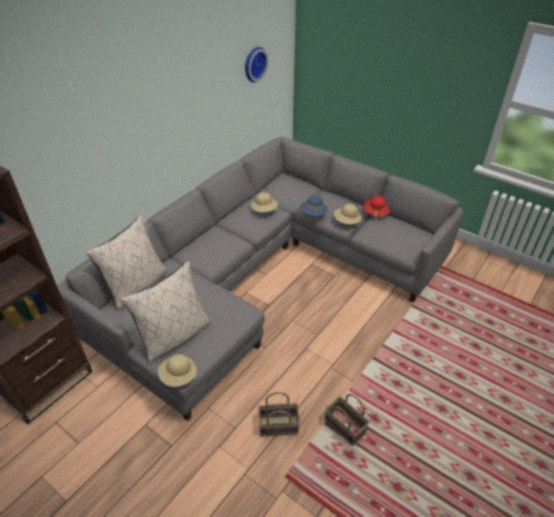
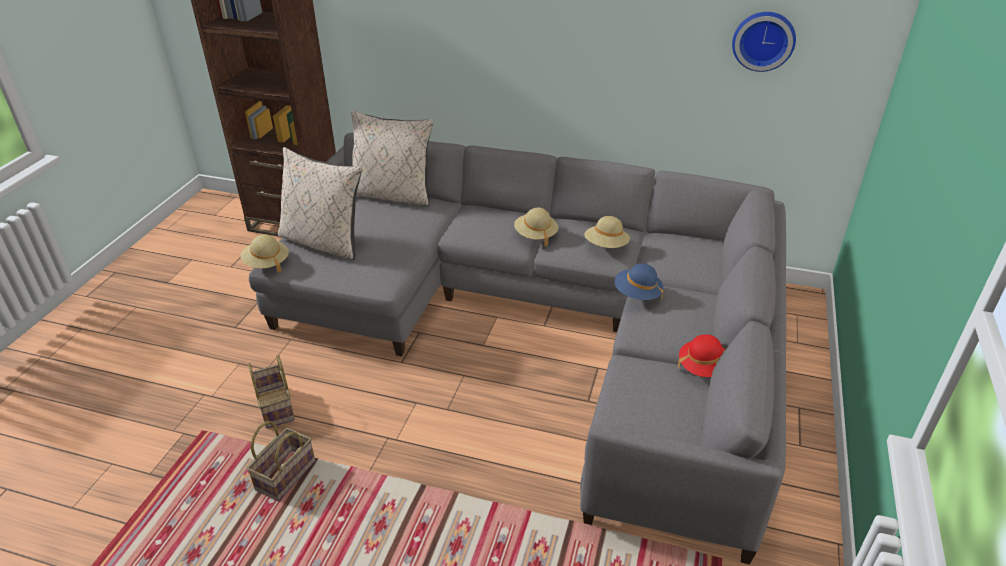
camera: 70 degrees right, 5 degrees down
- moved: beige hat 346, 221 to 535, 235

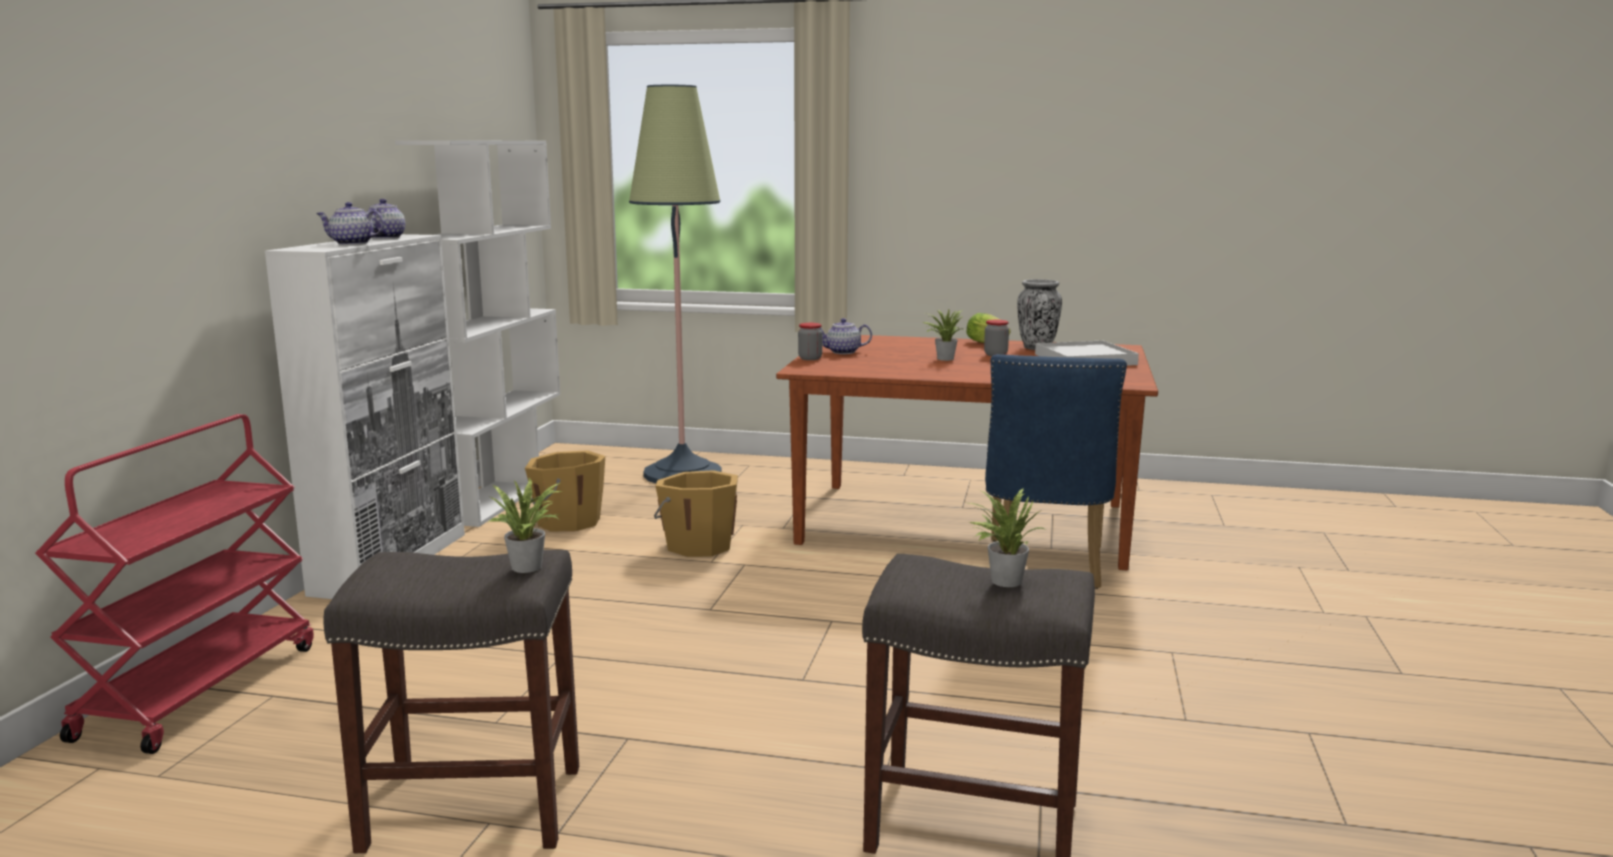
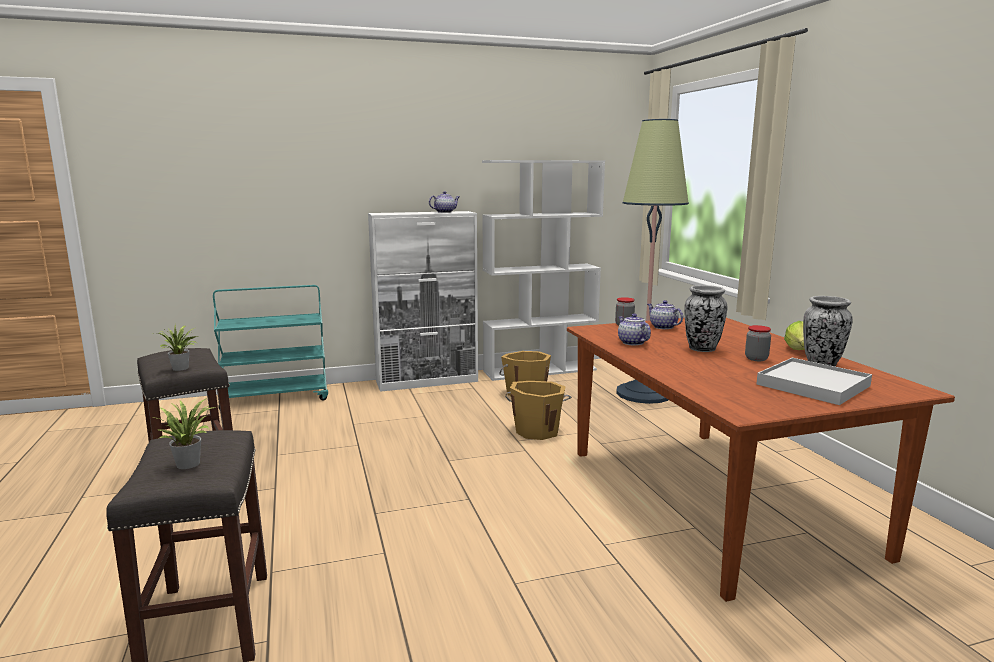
camera: 60 degrees right, 0 degrees up
- recoloured: red cart 199, 690 to turquoise cart 276, 398
- moved: teapot 351, 243 to 632, 342
- replaced: potted plant 943, 358 to vase 702, 349
- removed: blue chair 1044, 568

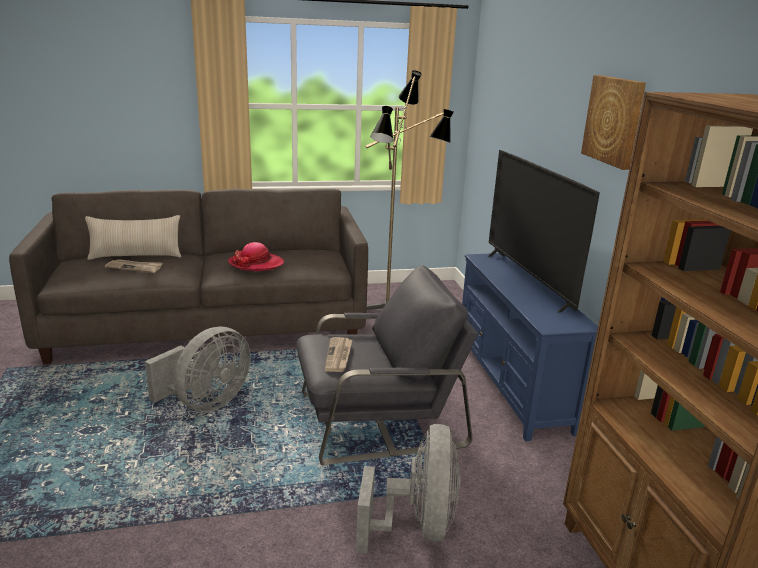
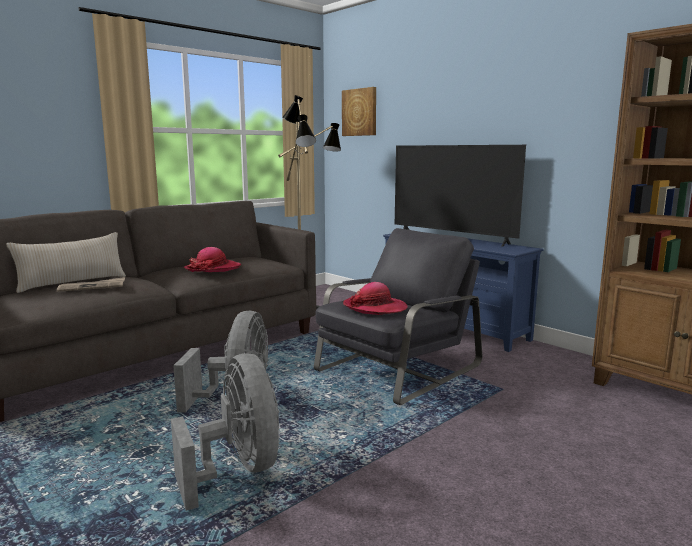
camera: 30 degrees left, 10 degrees down
- moved: grey fan 417, 526 to 238, 469
- moved: picture 614, 120 to 359, 112
- replaced: newspaper 339, 356 to hat 375, 308

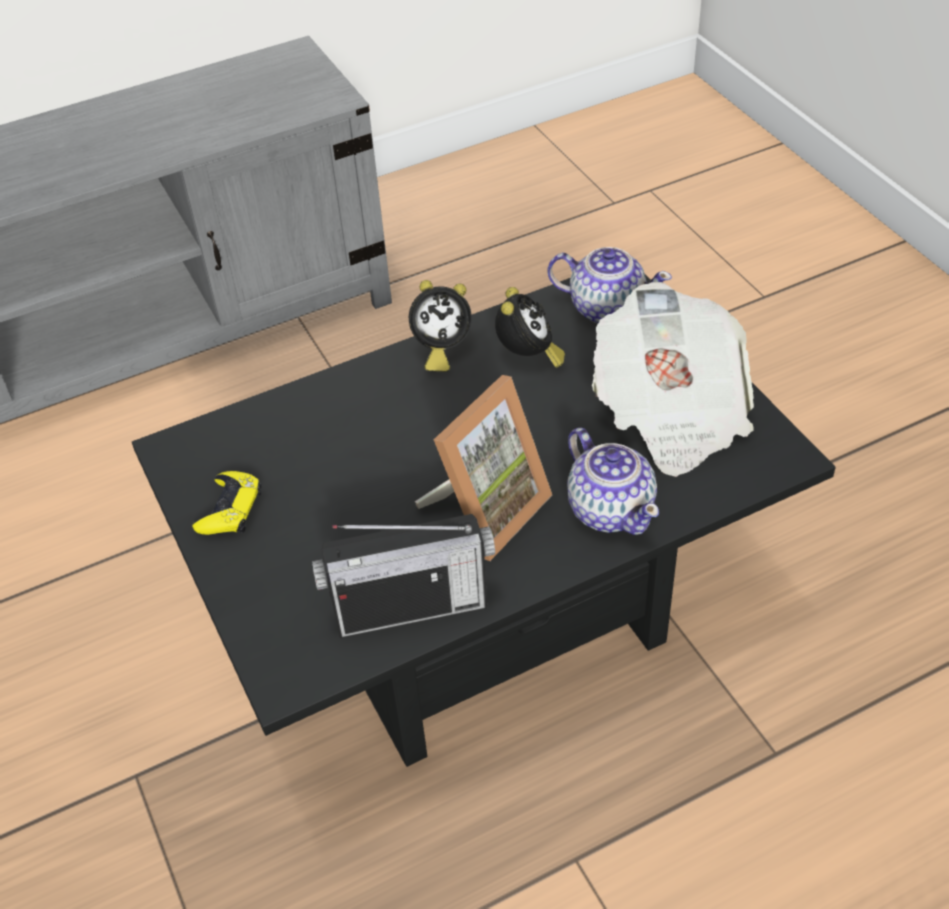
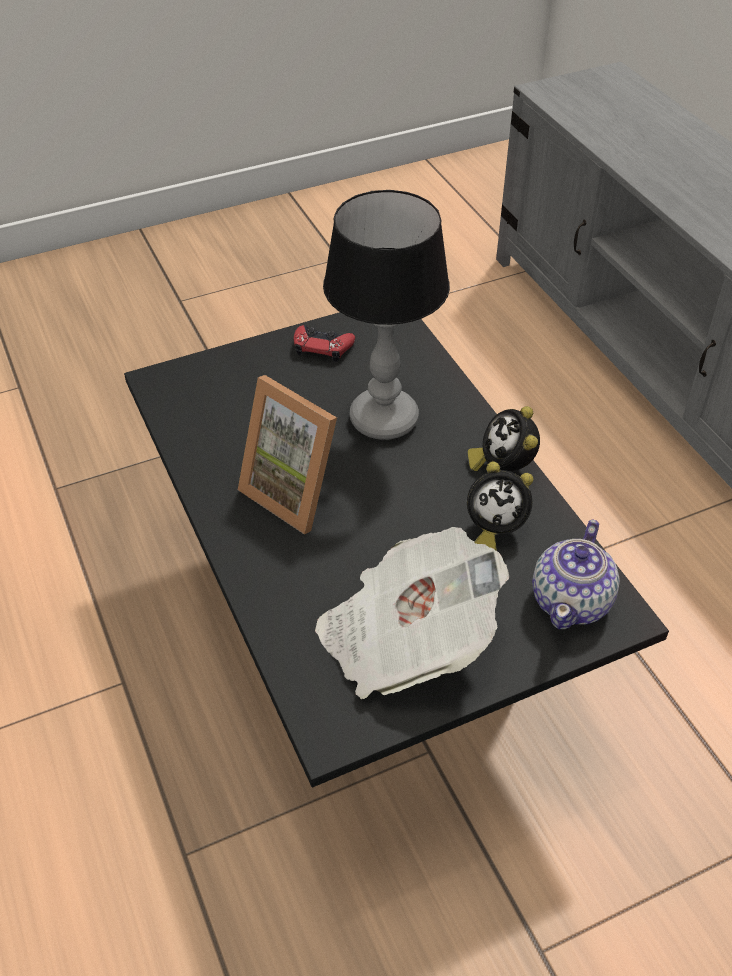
camera: 90 degrees right, 0 degrees up
- recoloured: yellow game controller 230, 509 to red game controller 322, 347
- added: table lamp 385, 420
- removed: radio 410, 608
- removed: teapot 610, 509

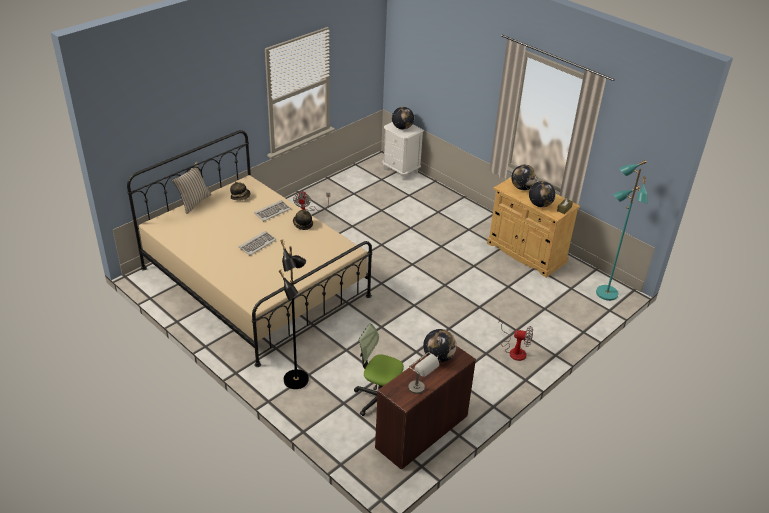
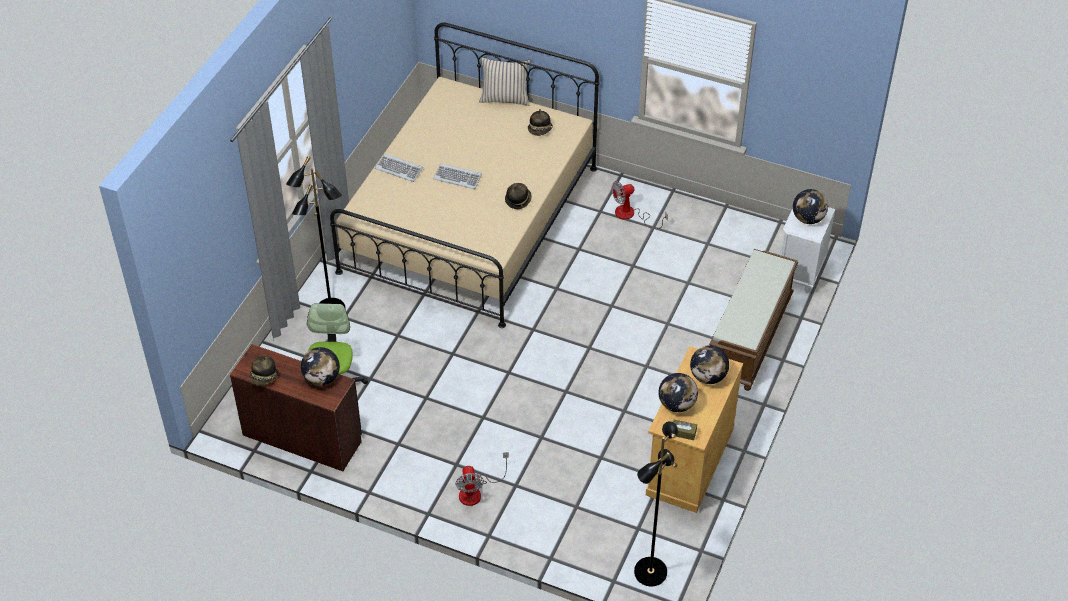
camera: 70 degrees right, 10 degrees up
- replaced: grey table lamp 421, 390 to hat 264, 378
- moved: keyboard 272, 211 to 399, 169
- recoloured: turquoise floor lamp 606, 293 to black floor lamp 649, 571
- added: brown bench 750, 338

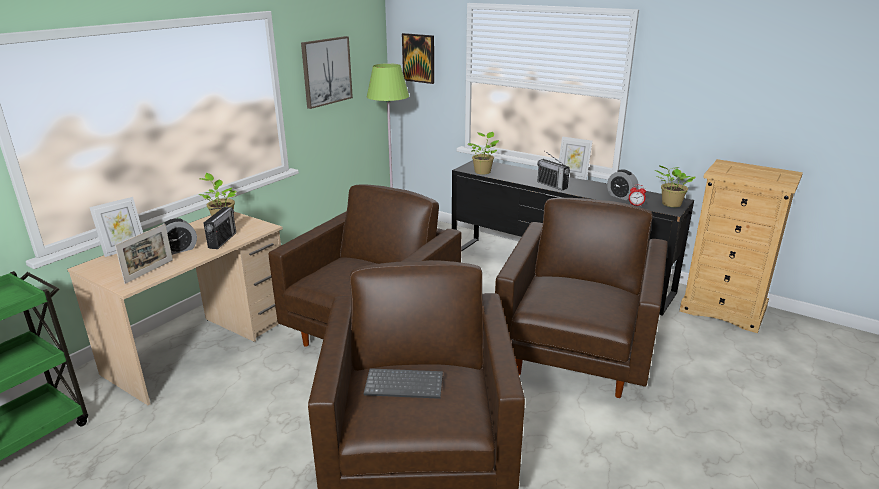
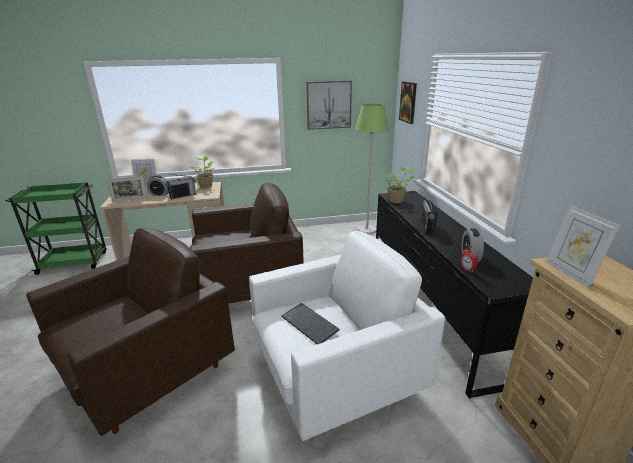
camera: 45 degrees right, 0 degrees up
- recoloured: brown armchair 576, 354 to white armchair 336, 379
- moved: keyboard 405, 384 to 310, 324
- moved: picture frame 572, 176 to 570, 273
- removed: potted plant 670, 204

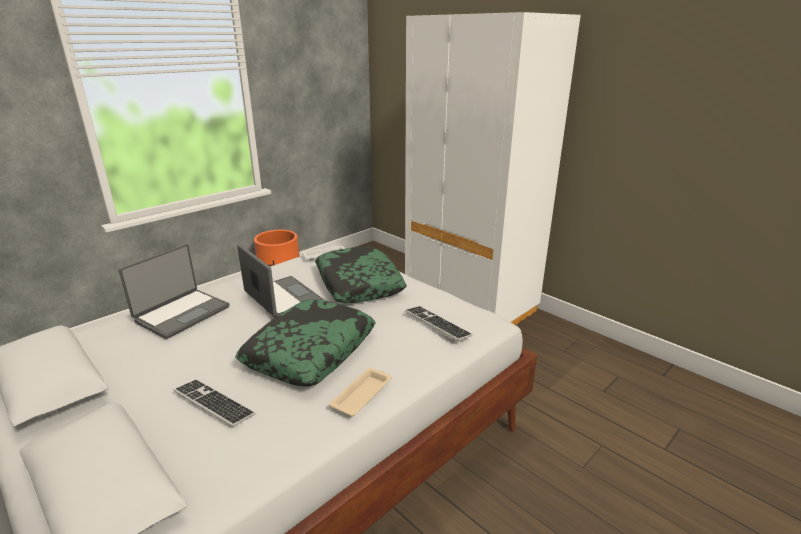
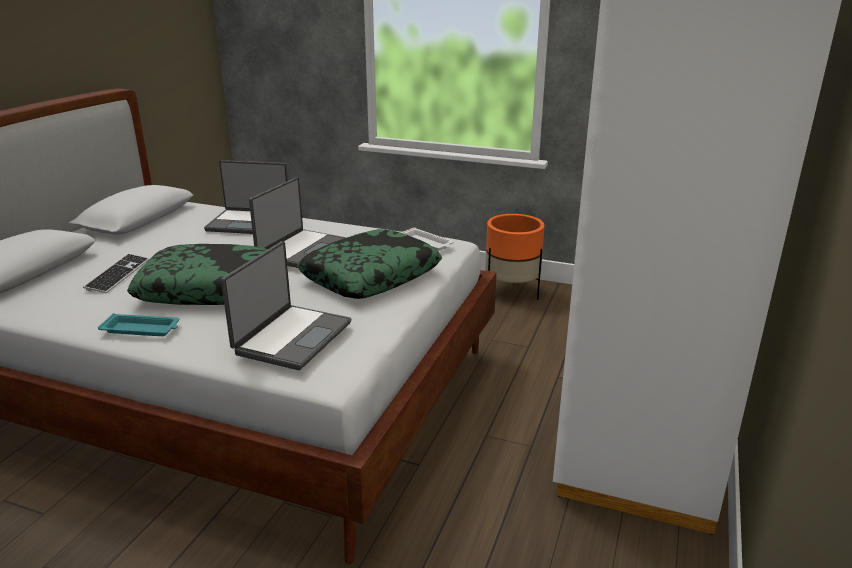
camera: 65 degrees right, 0 degrees up
- recoloured: beige tray 362, 394 to turquoise tray 142, 329
- replaced: keyboard 437, 324 to laptop 291, 337

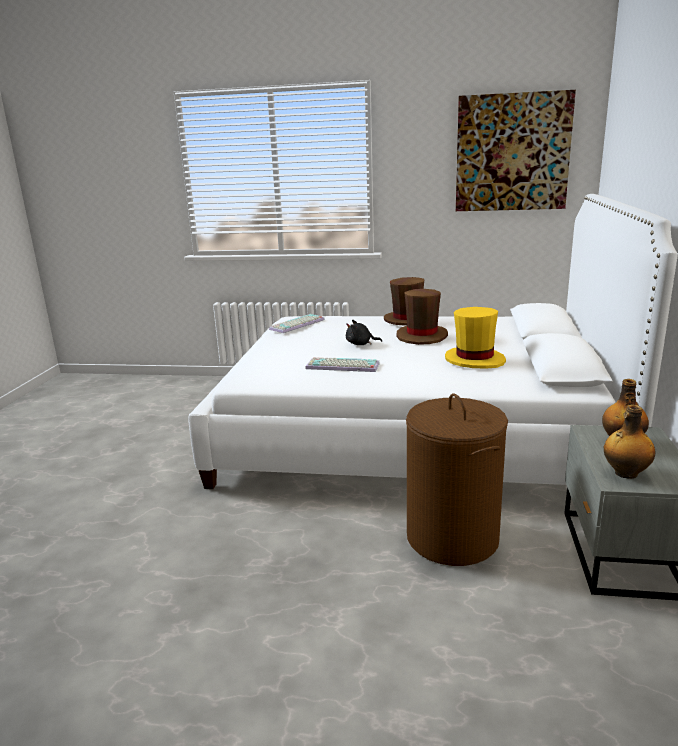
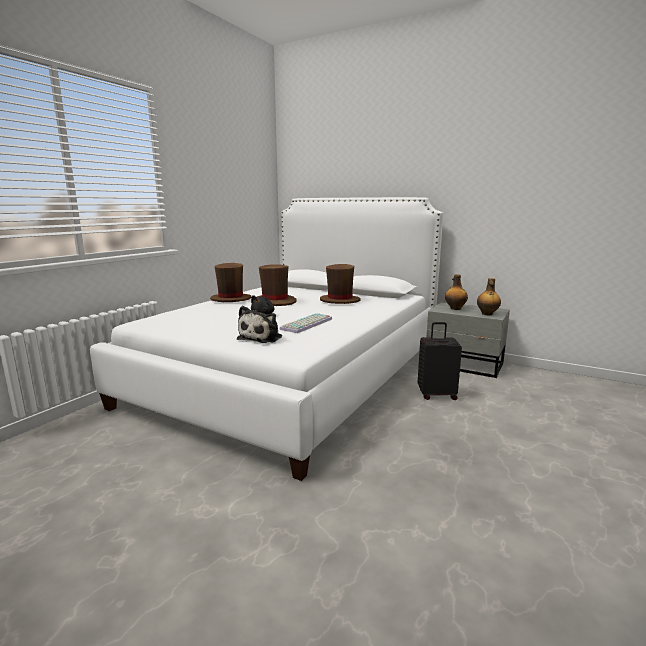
camera: 70 degrees left, 5 degrees down
- added: plush toy 262, 337
- recoloured: yellow hat 474, 360 to brown hat 340, 301
- replaced: brown laundry basket 453, 538 to black suitcase 436, 395
- removed: keyboard 297, 325
- removed: picture 512, 153

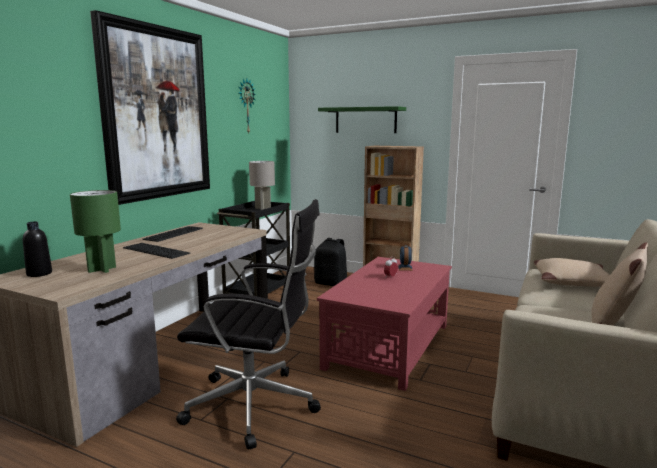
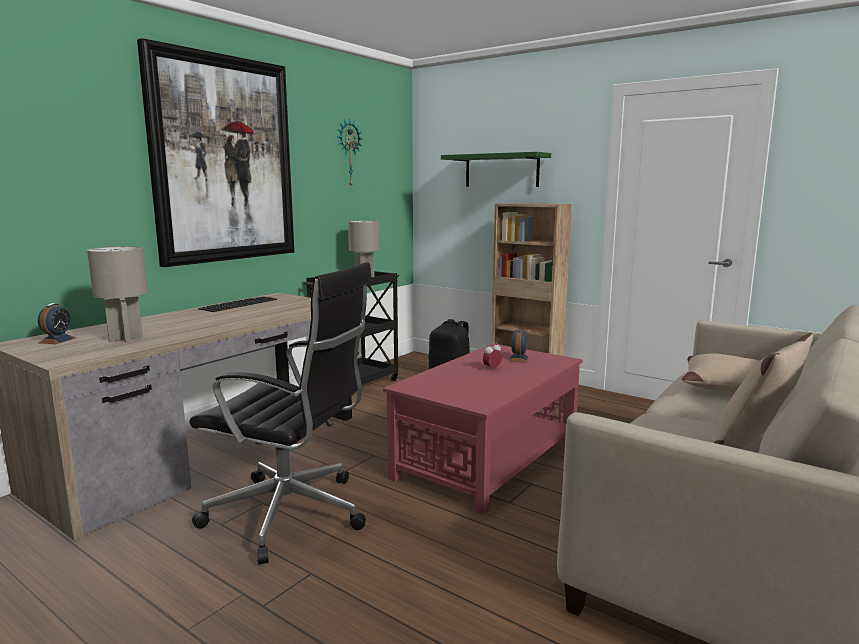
camera: 10 degrees right, 0 degrees up
- replaced: black bottle 39, 273 to alarm clock 57, 340
- recoloured: green table lamp 101, 269 to grey table lamp 125, 339
- removed: keyboard 157, 250

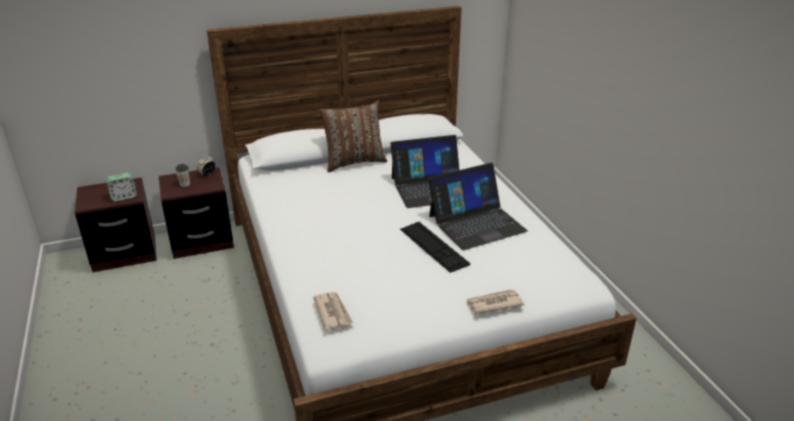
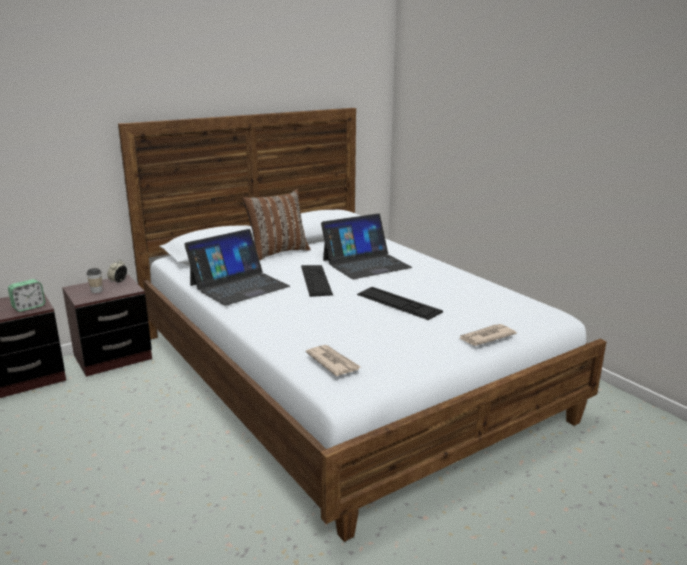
camera: 15 degrees left, 10 degrees down
- moved: laptop 476, 223 to 239, 285
- added: keyboard 316, 280

